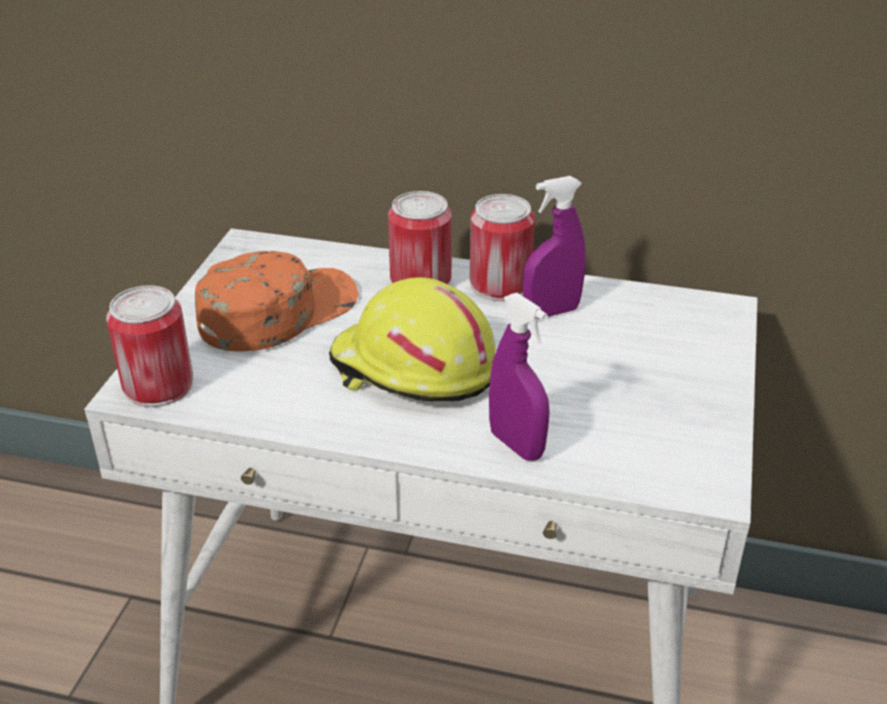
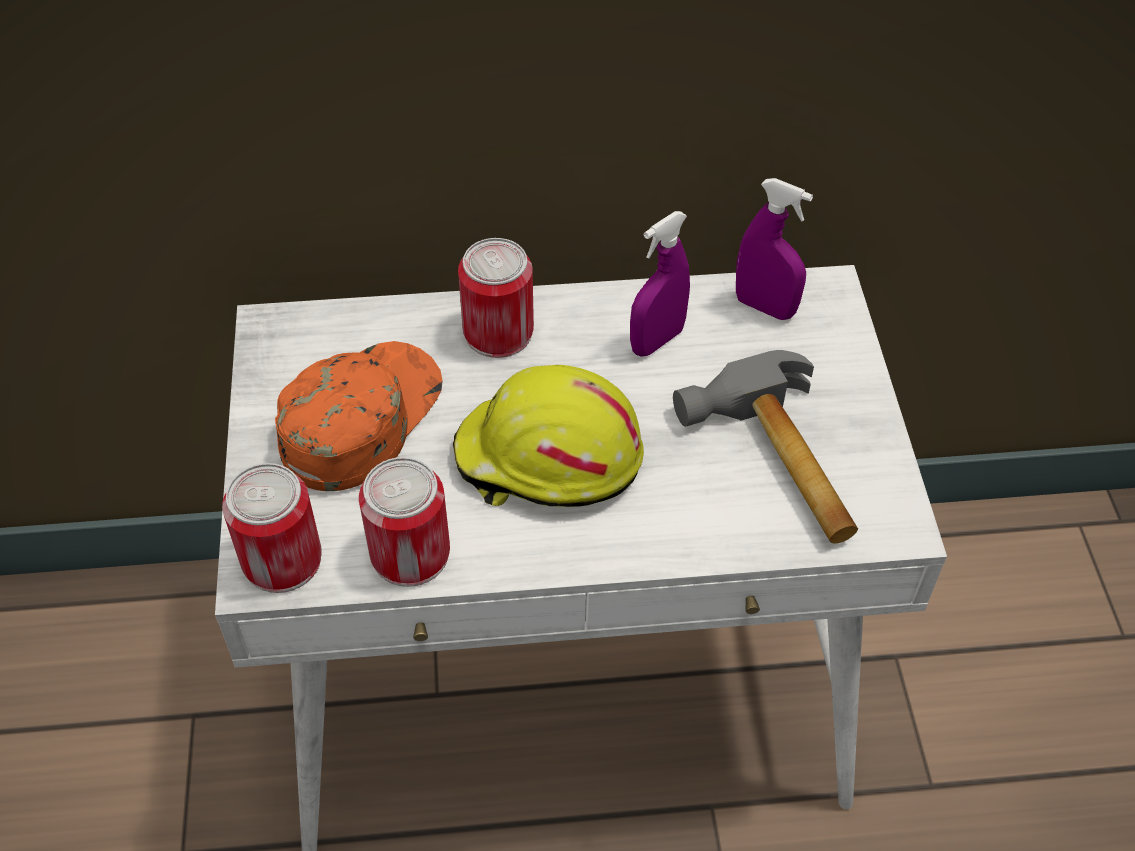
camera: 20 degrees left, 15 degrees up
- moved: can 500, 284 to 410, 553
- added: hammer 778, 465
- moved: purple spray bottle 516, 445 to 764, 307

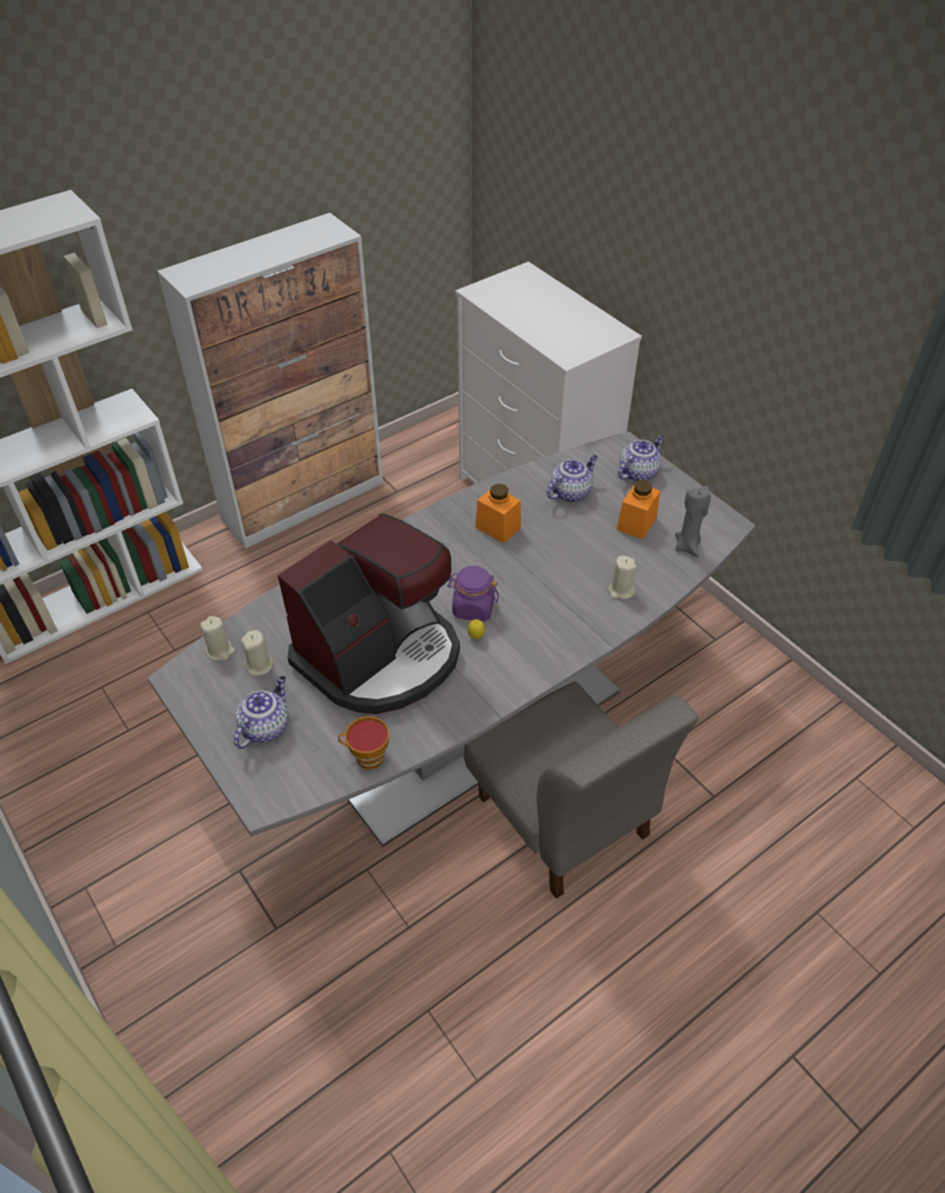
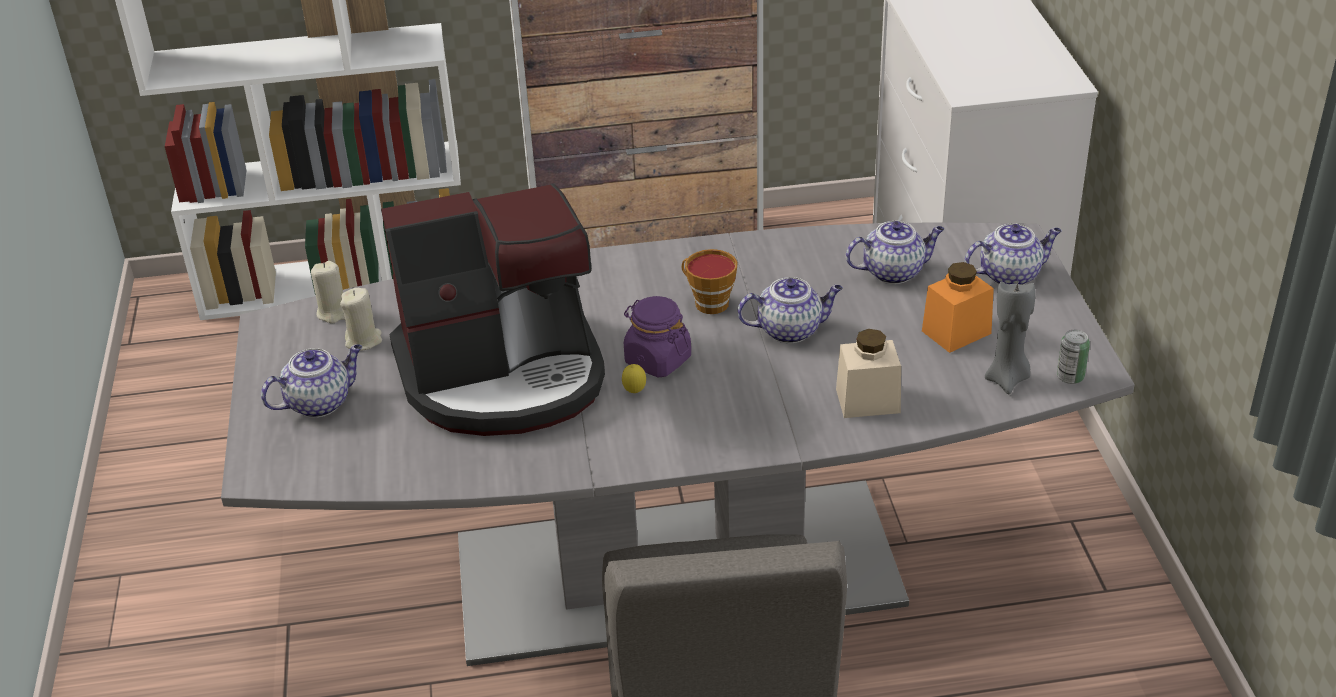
camera: 30 degrees right, 10 degrees down
- moved: cup 366, 757 to 707, 303
- added: teapot 790, 330
- replaced: beige candle 621, 590 to beige jar 868, 401
- added: can 1070, 377
- removed: orange jar 498, 527

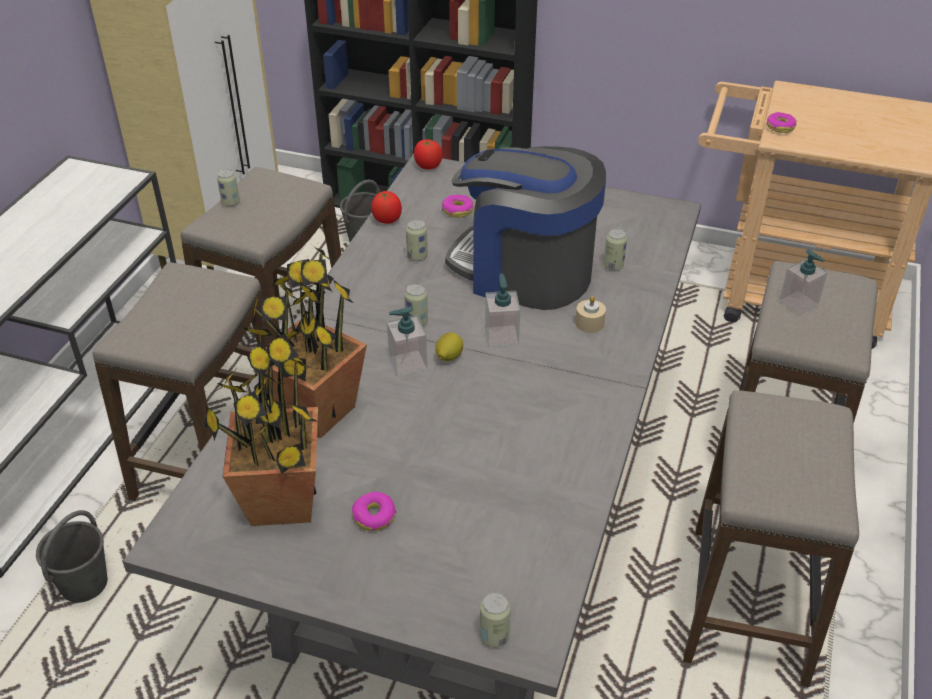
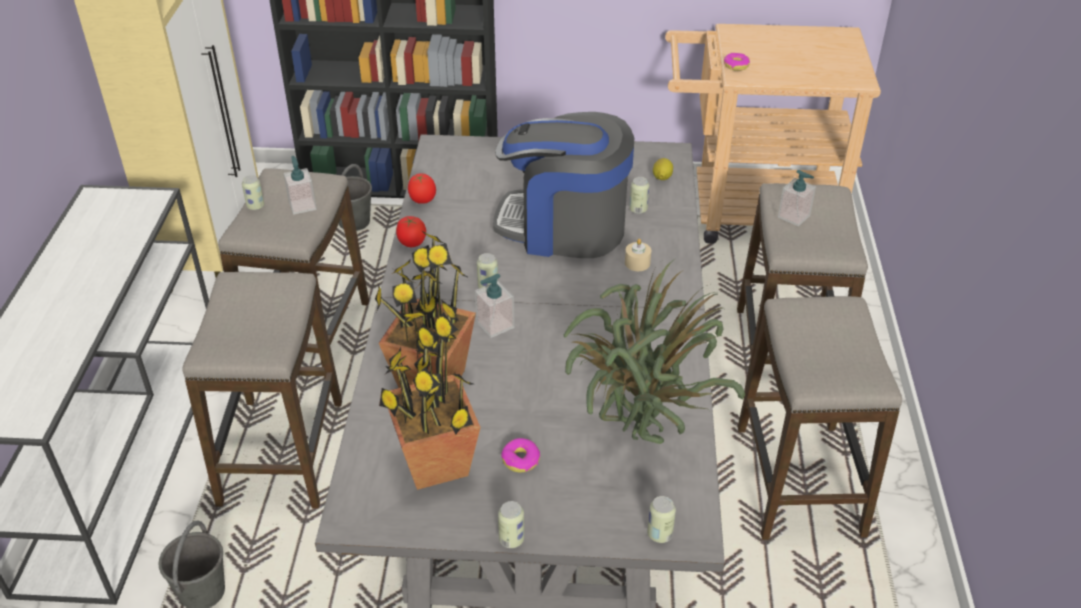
camera: 15 degrees left, 0 degrees up
- moved: soap dispenser 501, 336 to 302, 205
- moved: tomato 427, 166 to 411, 243
- moved: can 417, 256 to 511, 539
- added: potted plant 636, 439
- moved: lemon 448, 357 to 661, 178
- removed: donut 457, 210

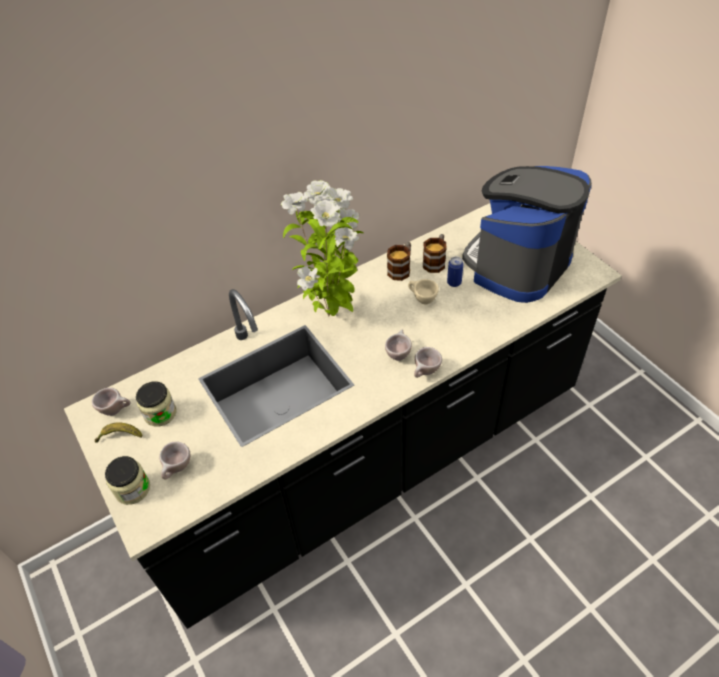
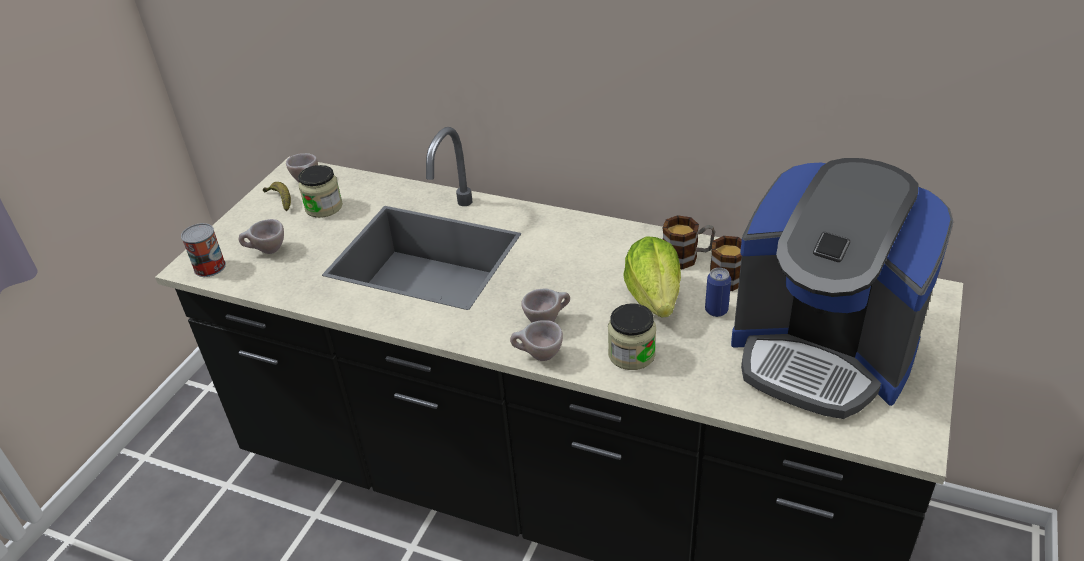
camera: 55 degrees right, 10 degrees down
- added: can 210, 267
- moved: jar 132, 489 to 631, 354
- replaced: beige cup 421, 300 to lettuce 654, 297
- turned: coffee machine 517, 264 = 822, 352 150 degrees counterclockwise
- removed: potted plant 331, 315

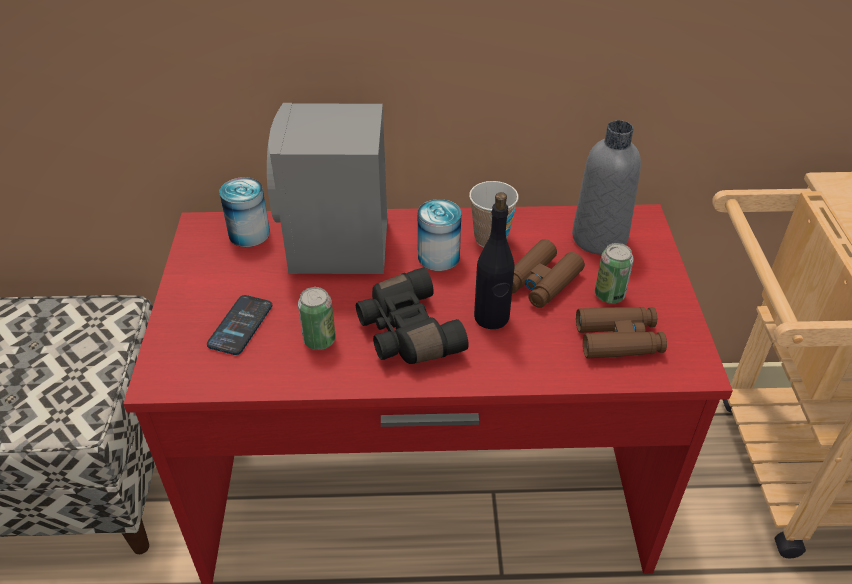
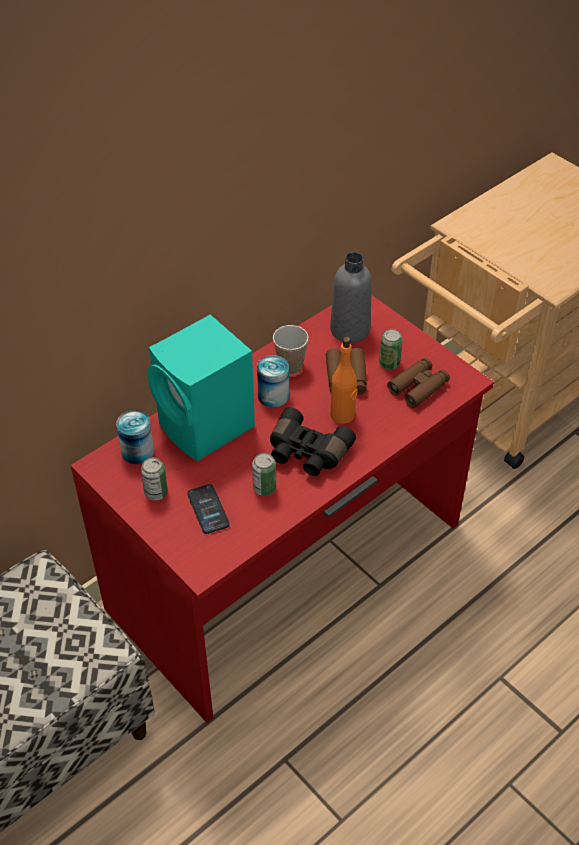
camera: 40 degrees left, 5 degrees up
- added: can 156, 493
- recoloured: grey speaker 337, 249 to turquoise speaker 207, 428
- recoloured: black bottle 491, 318 to orange bottle 342, 415

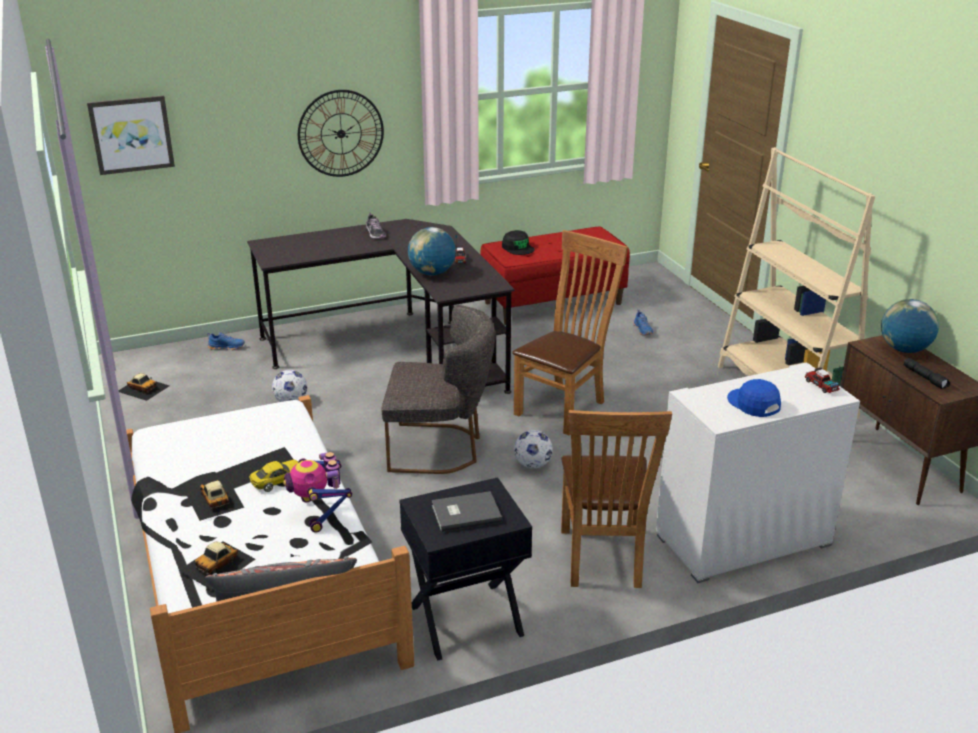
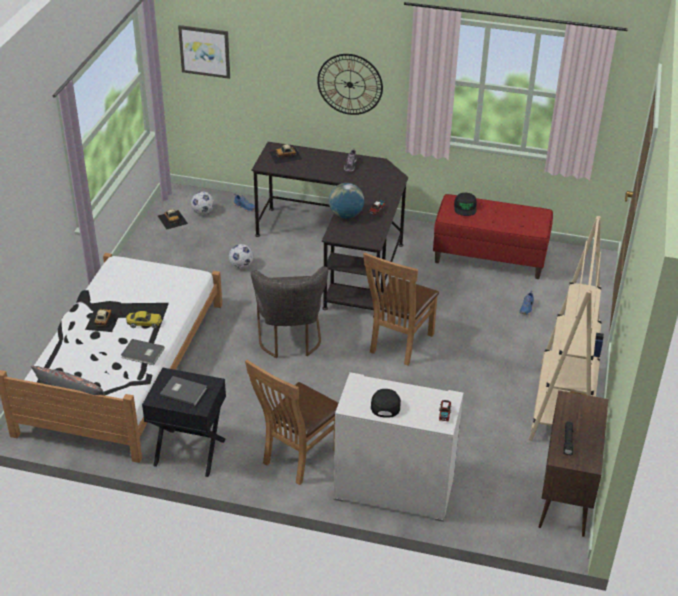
camera: 35 degrees right, 10 degrees up
- replaced: toy robot 320, 513 to grey book 143, 354
- moved: football 532, 465 to 203, 212
- turned: grey chair 440, 449 = 290, 339 45 degrees clockwise
- moved: toy car 217, 564 to 286, 155
- turned: brown chair 564, 406 = 398, 345 135 degrees clockwise
- recoloured: blue cap 753, 403 to black cap 385, 404
- removed: globe 904, 349

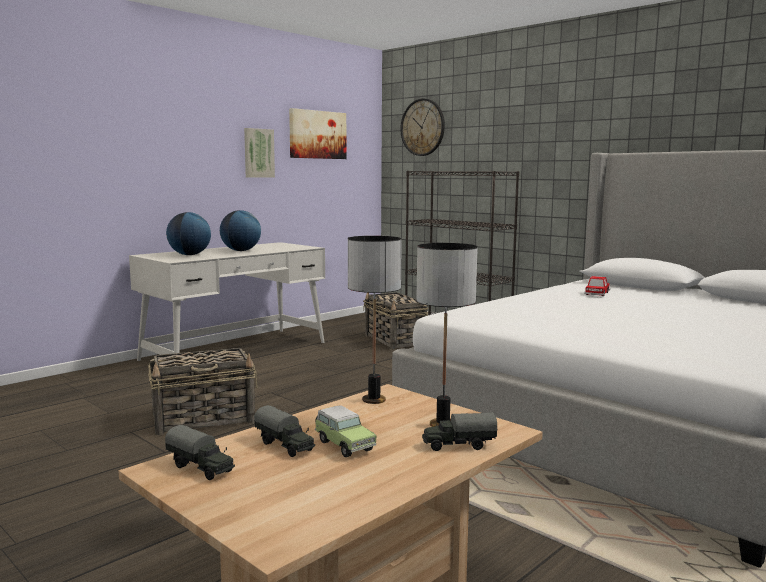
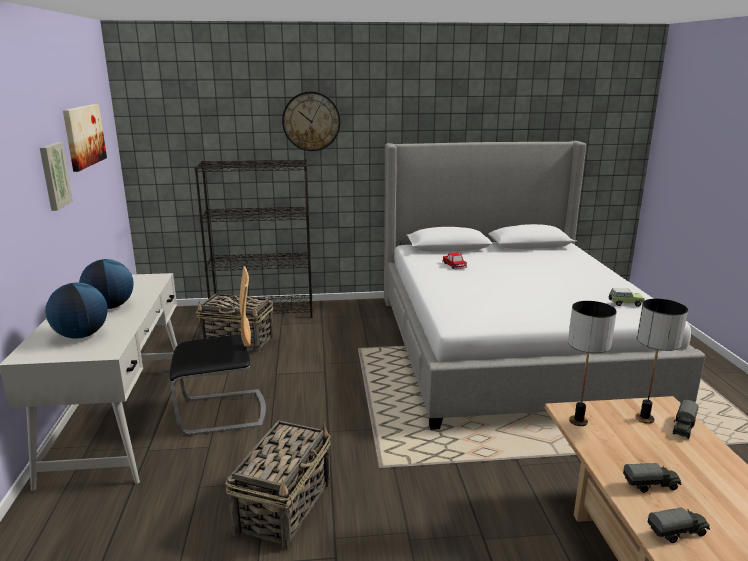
camera: 50 degrees left, 10 degrees up
- added: chair 222, 412
- moved: wall clock 423, 127 to 311, 121
- moved: toy car 343, 445 to 624, 303

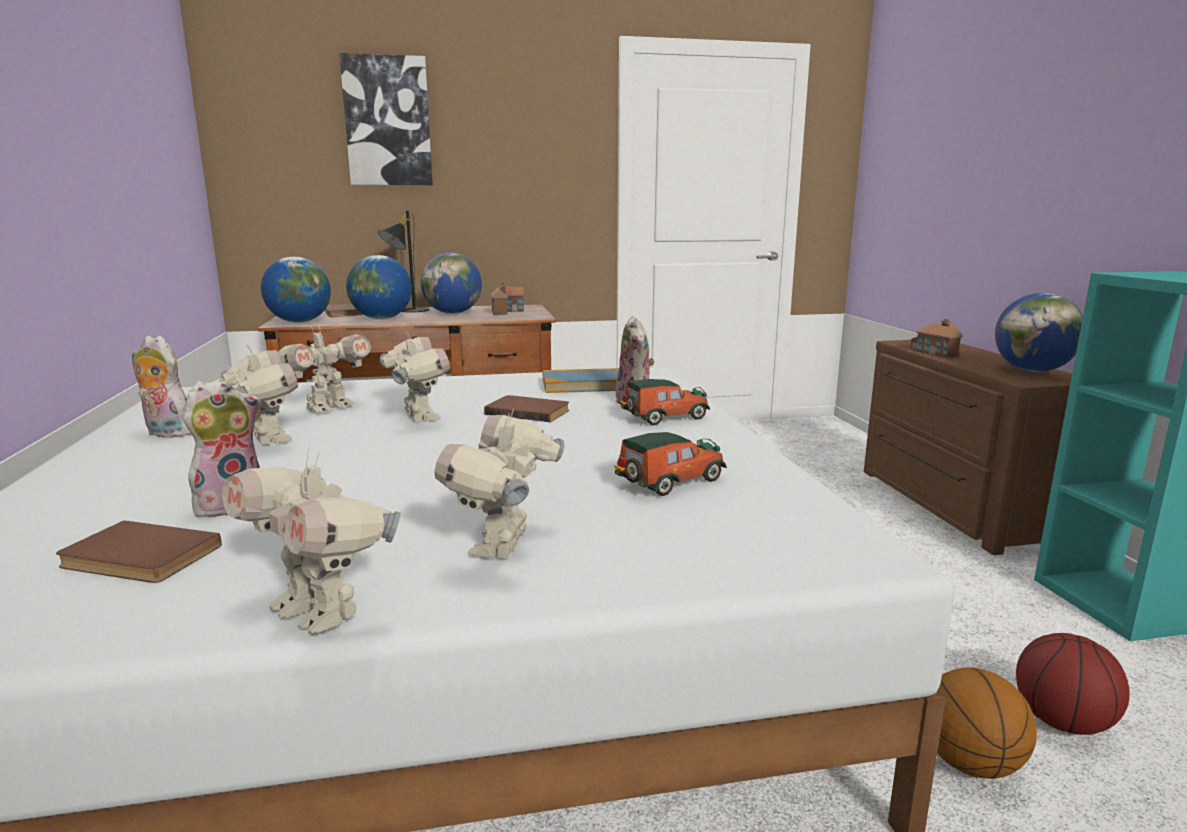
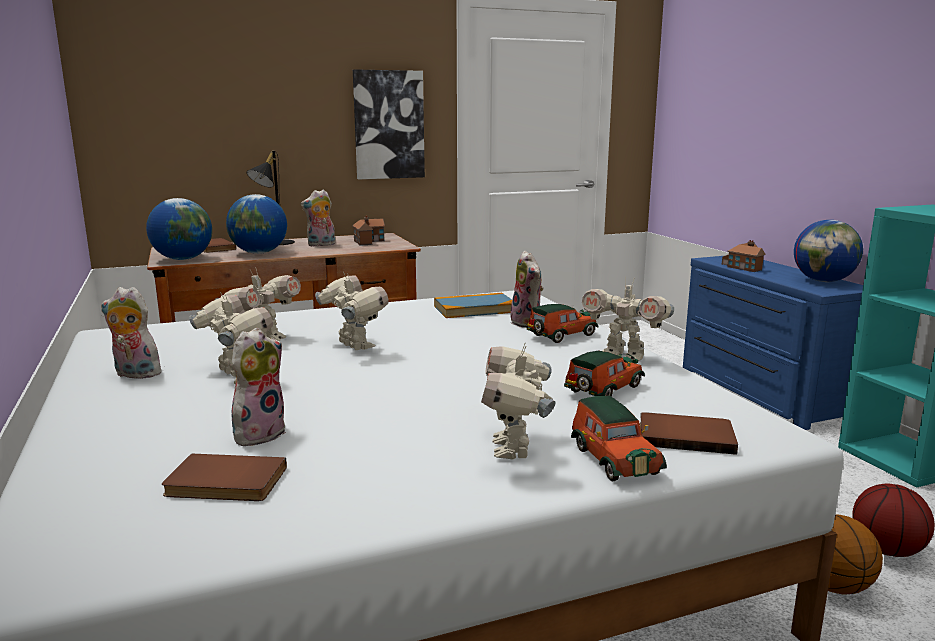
camera: 10 degrees left, 0 degrees up
- replaced: globe 453, 313 to plush toy 321, 245
- moved: picture 388, 122 to 388, 125
- added: toy car 612, 458
- moved: toy robot 320, 611 to 623, 356
- moved: brown book 529, 411 to 685, 436
- recoloured: brown dresser 949, 505 to blue dresser 758, 392

